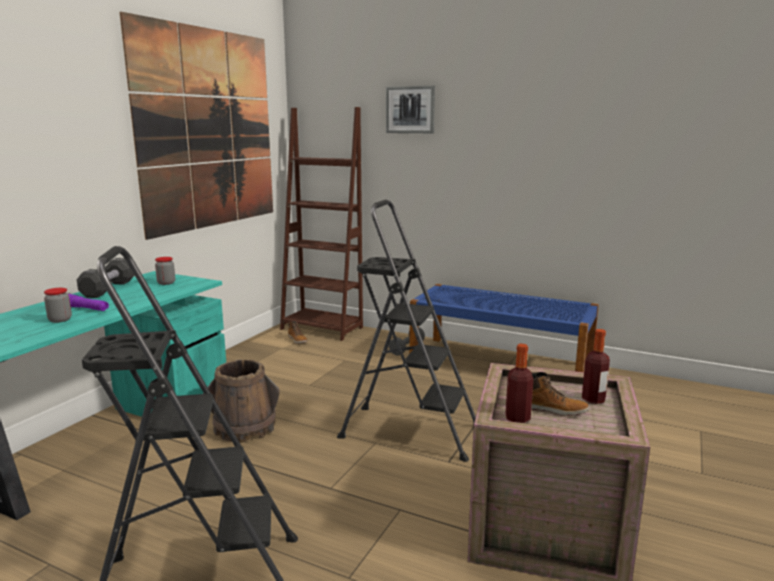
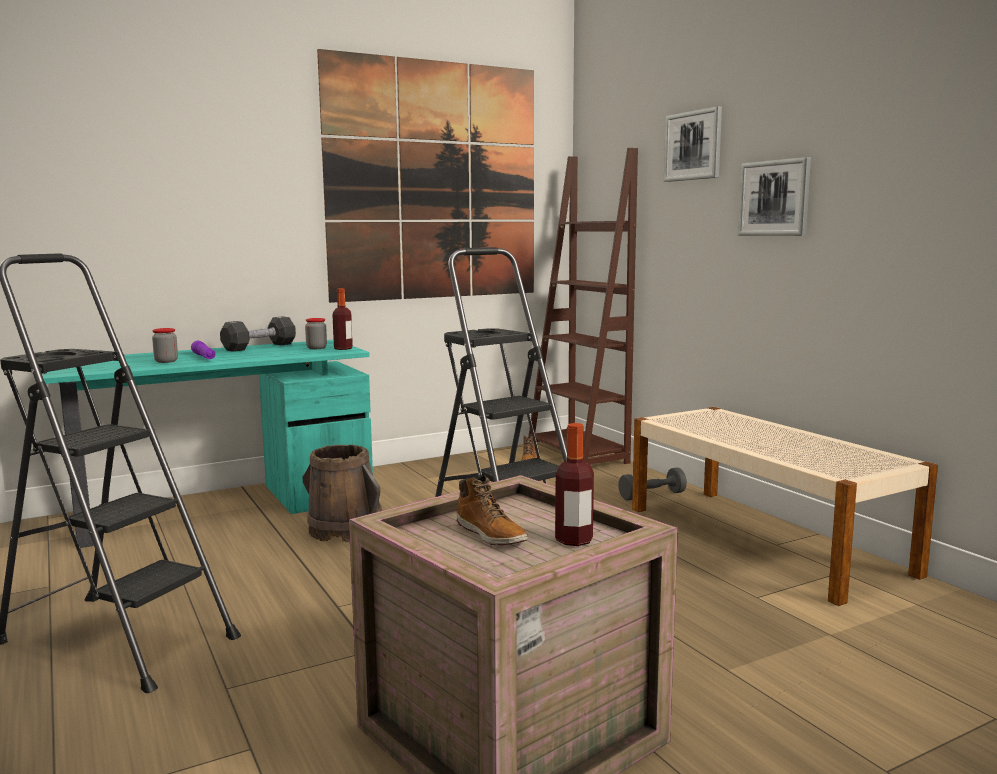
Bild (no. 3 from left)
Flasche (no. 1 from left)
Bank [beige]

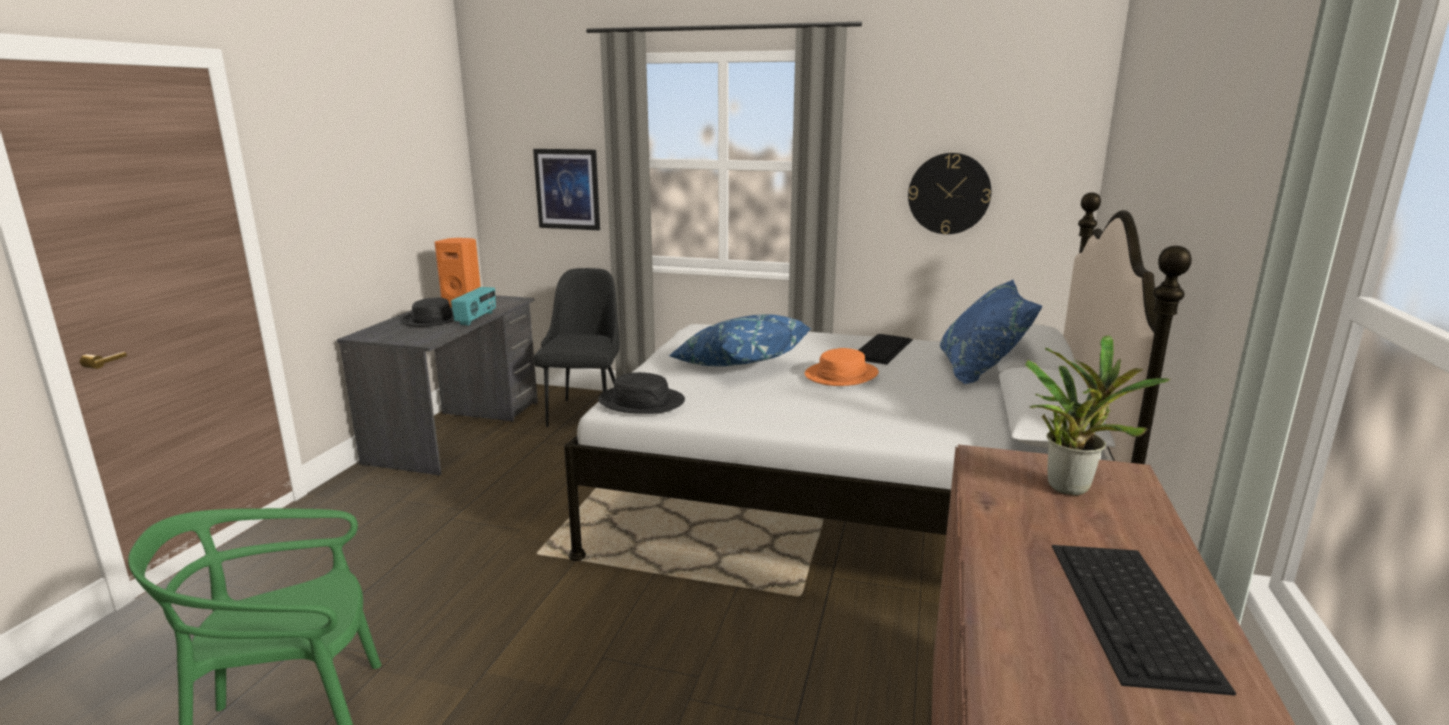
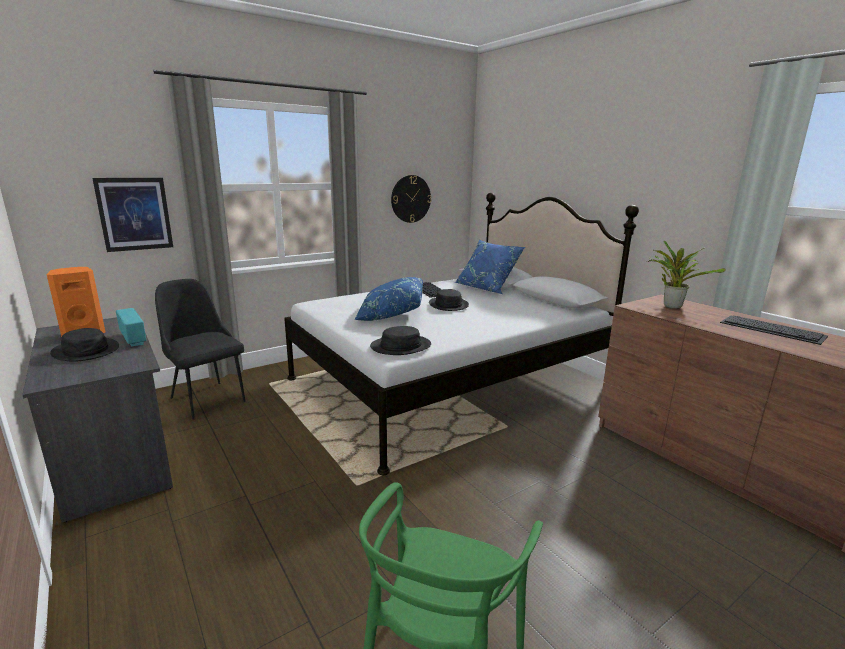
Hut [schwarz] (no. 3 from left)

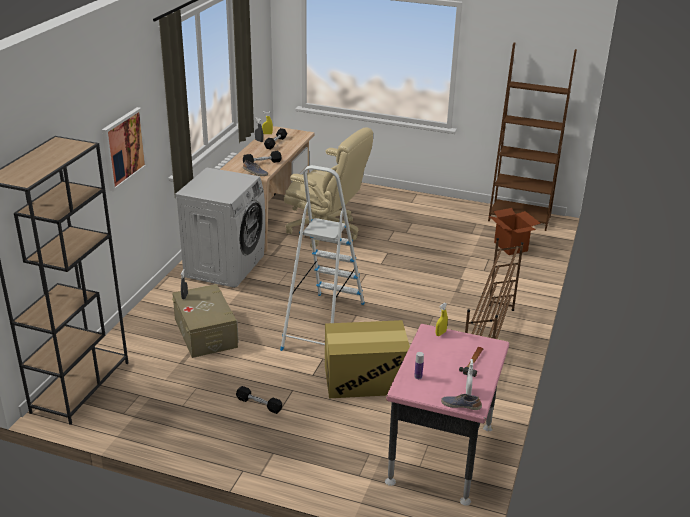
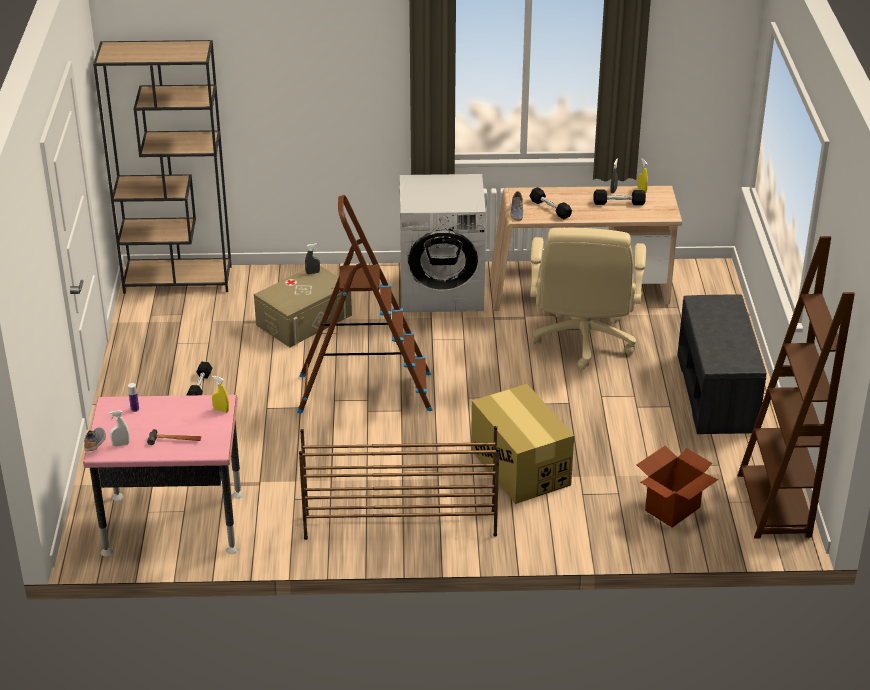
Bild
Bank [grau]
Karton (no. 1 from left)
Trittleiter [braun]

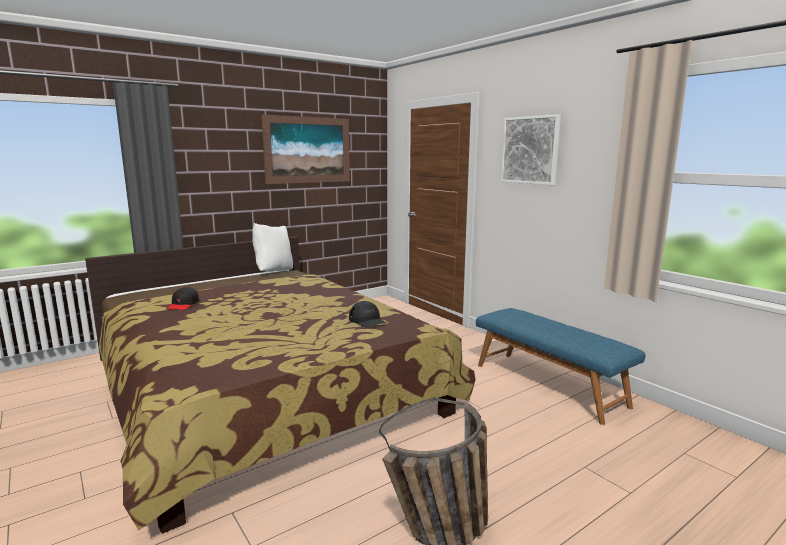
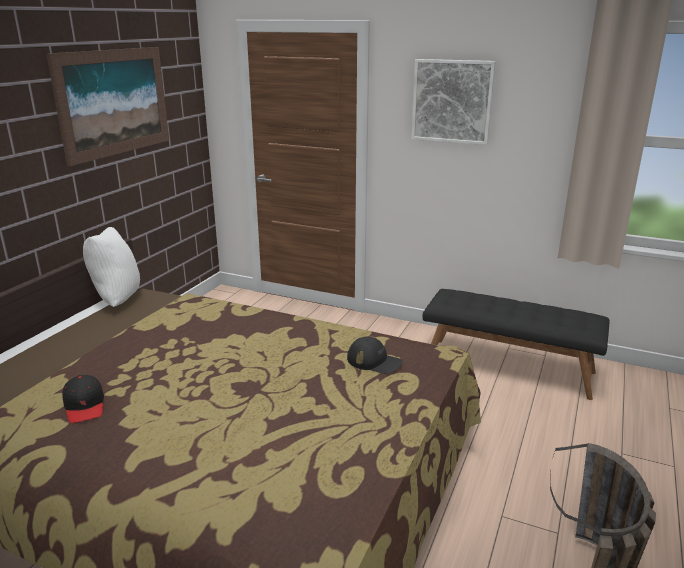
Bank [schwarz]

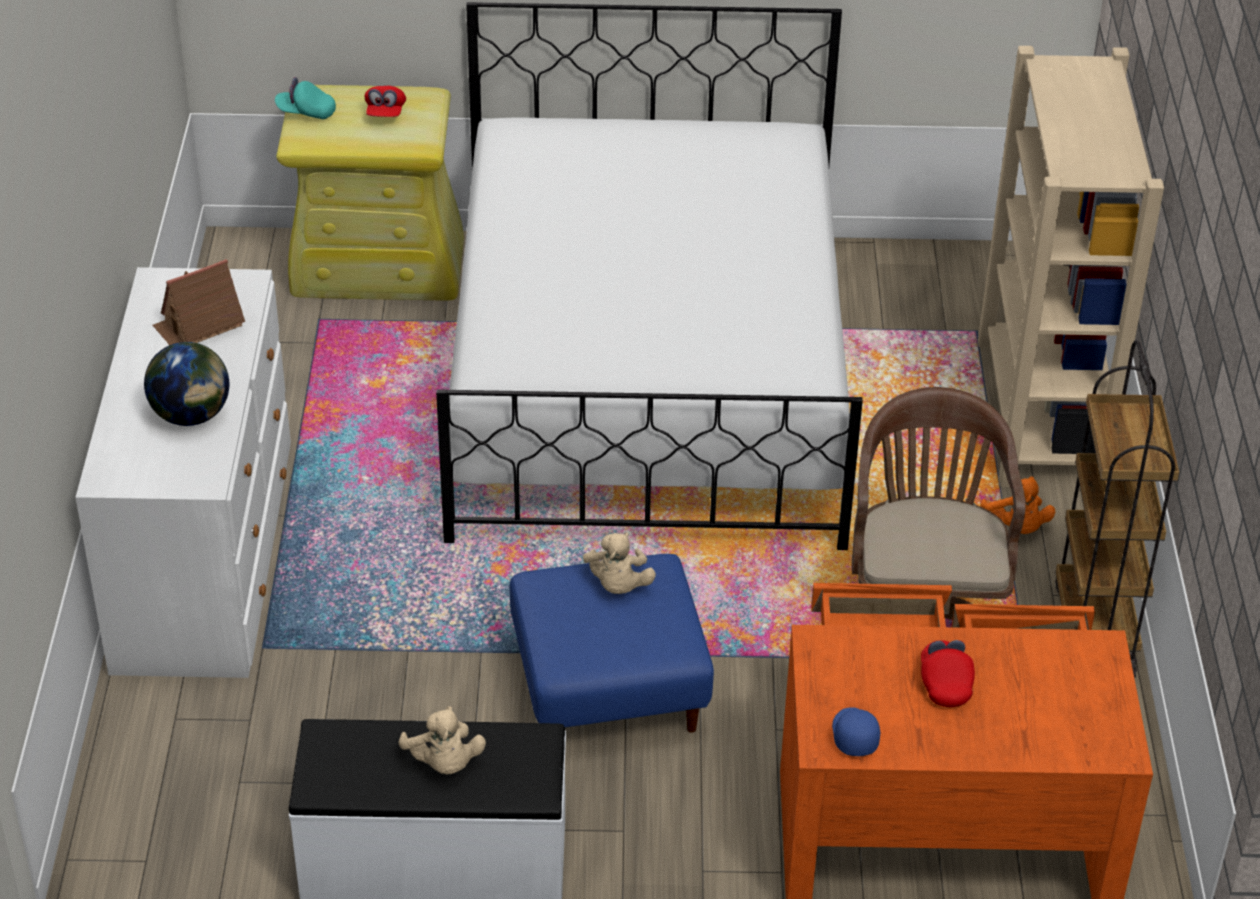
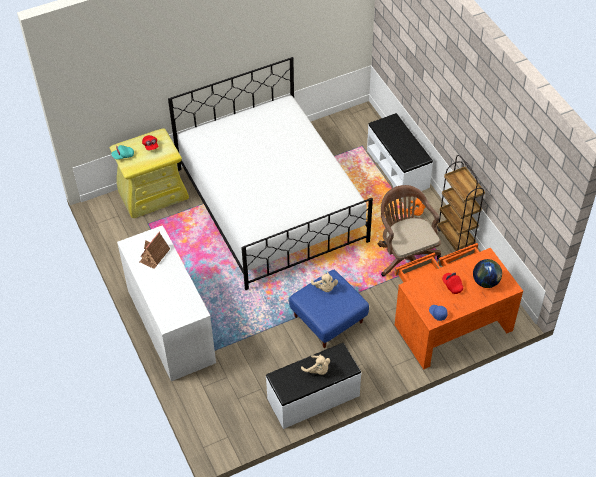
Globus
Bank [weiß] (no. 2 from left)

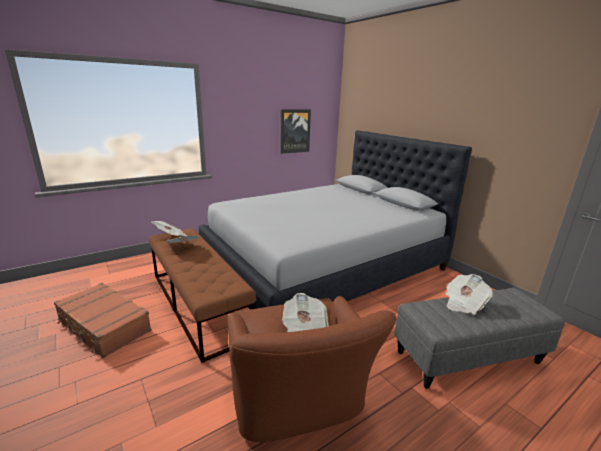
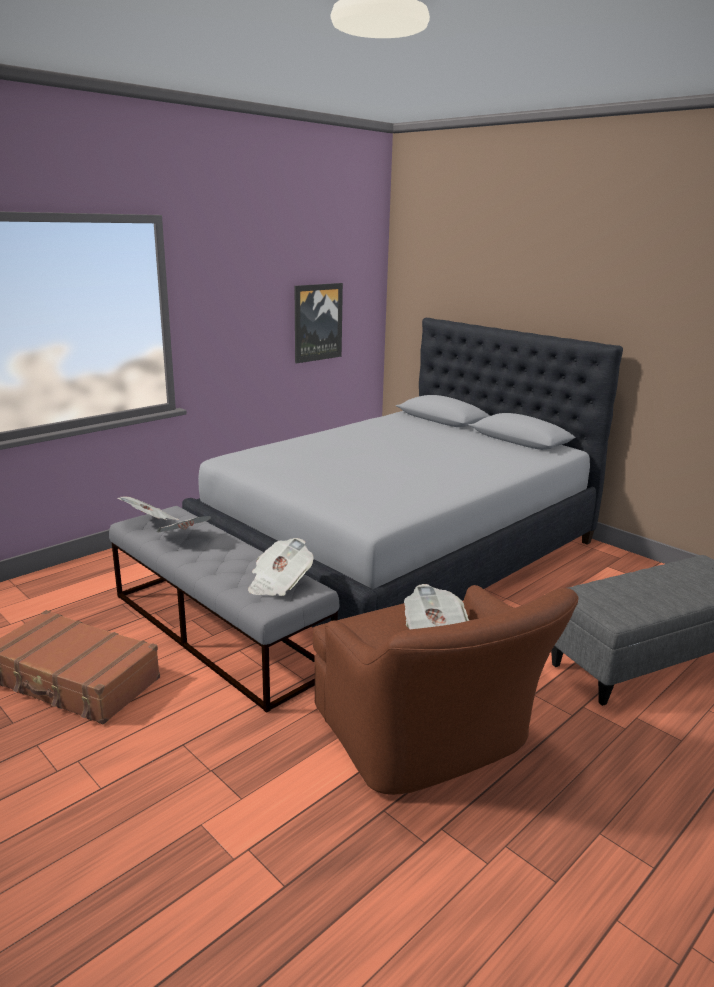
Zeitung (no. 3 from left)
Bank [grau]

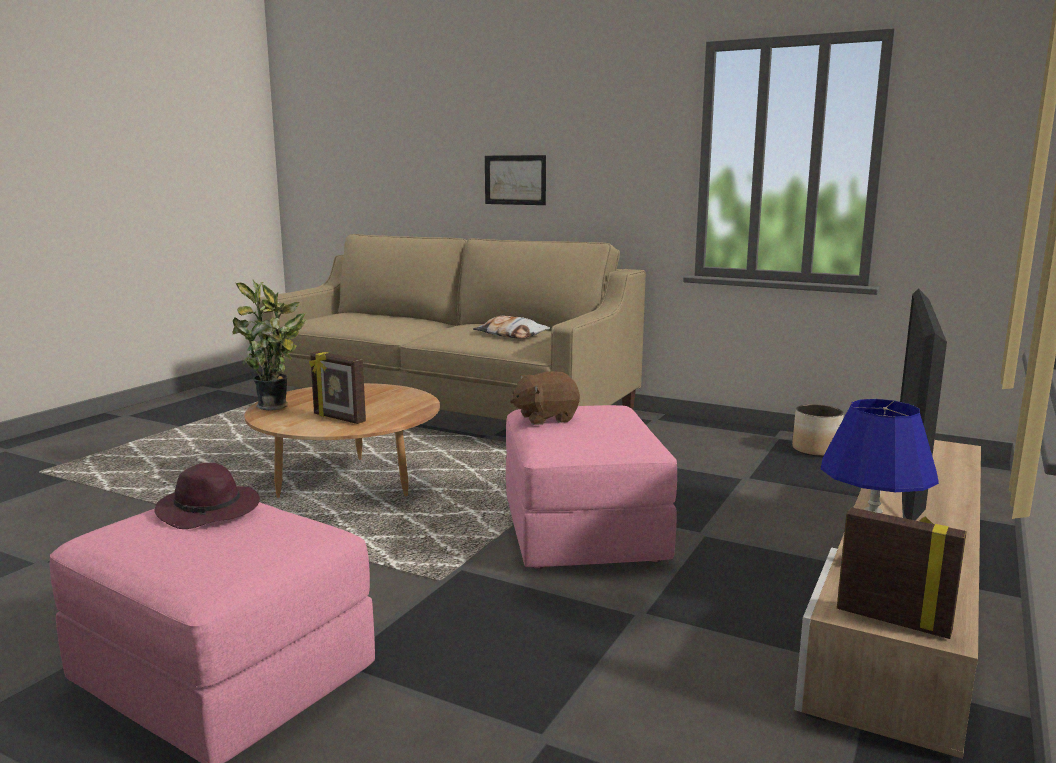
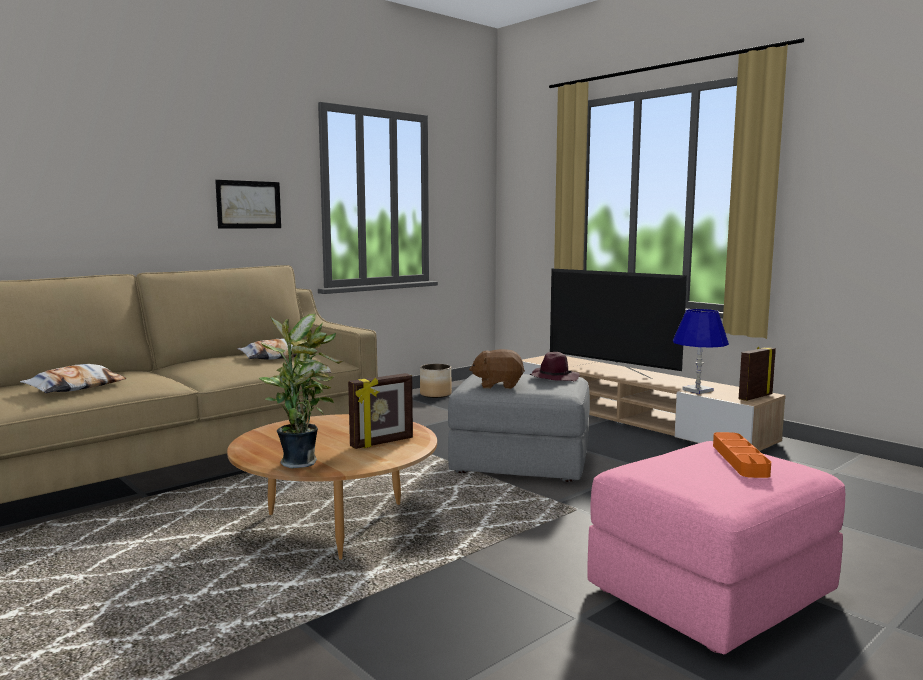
Kissen (no. 1 from left)
Tablett [orange]
Hut [lila]
Bild
Polsterhocker [grau]
Plüschtier [braun]

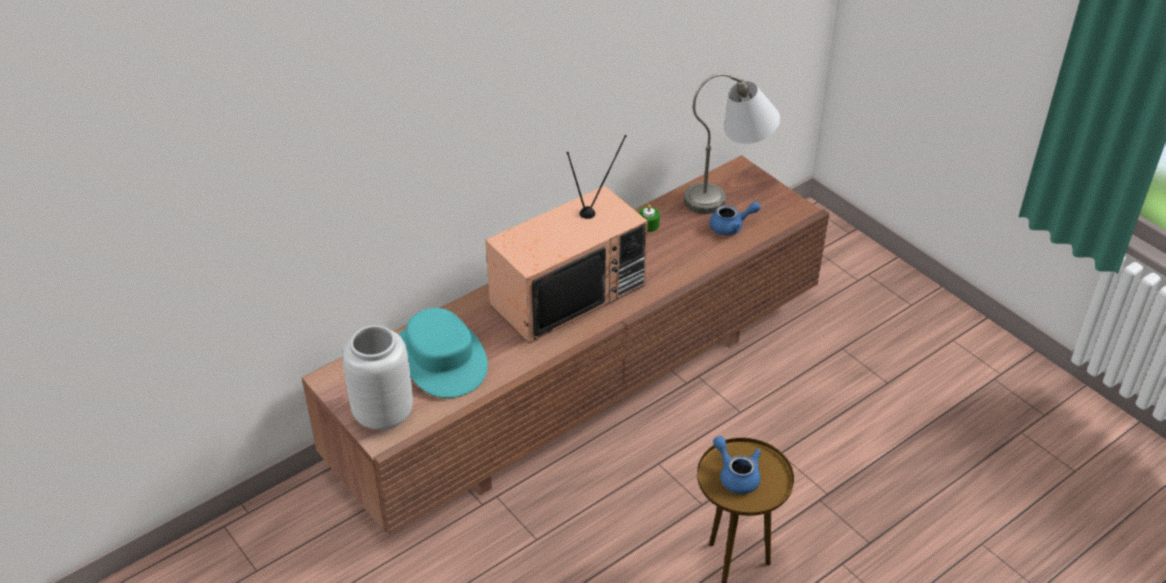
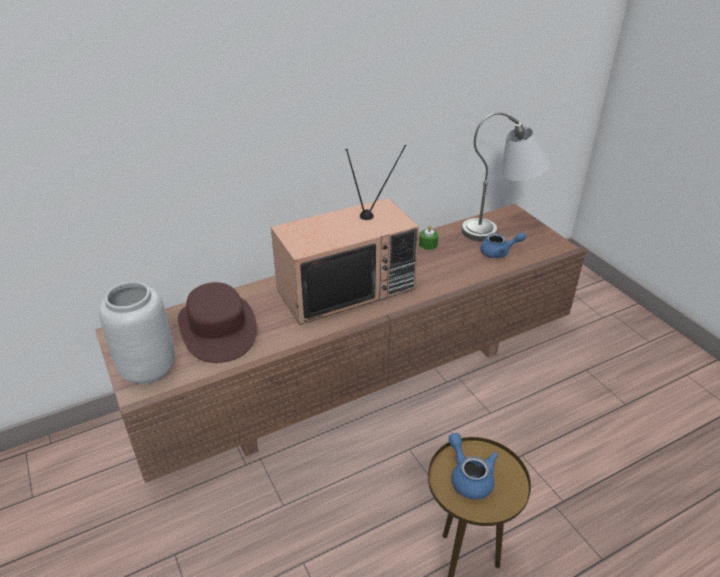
Hut [braun]

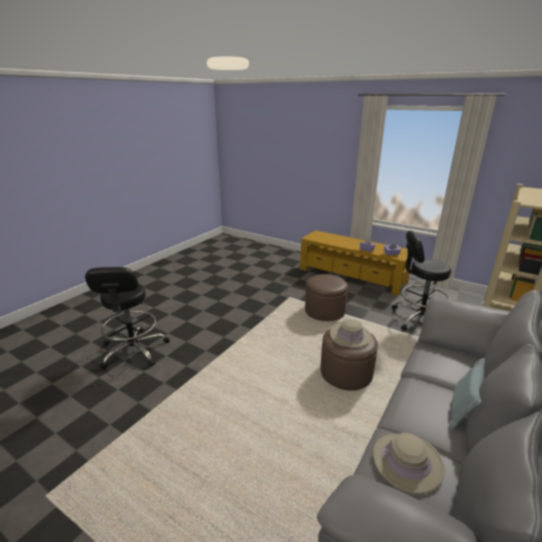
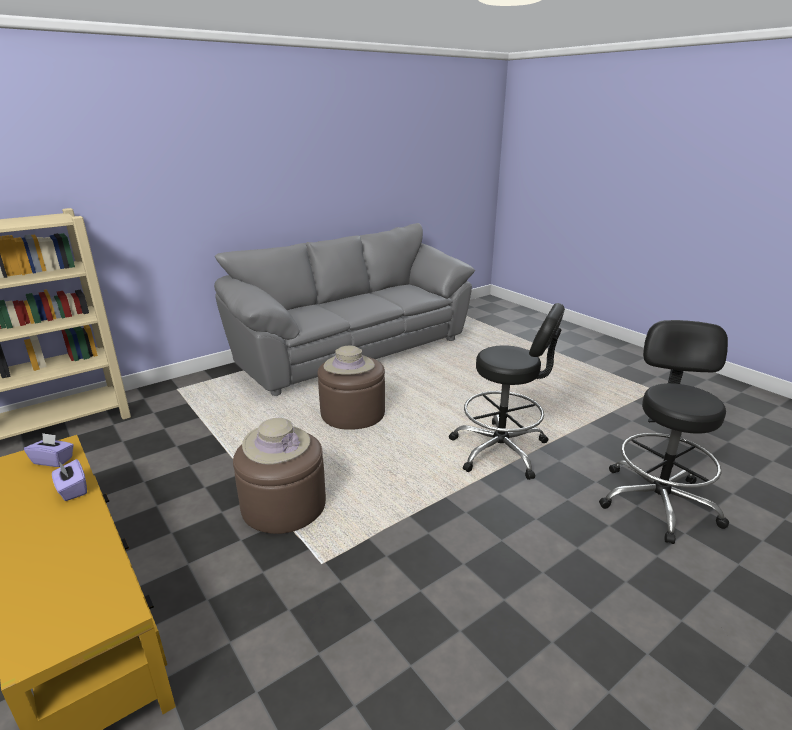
Kissen [blau]
Hut [beige] (no. 1 from left)
Hocker [schwarz] (no. 1 from left)

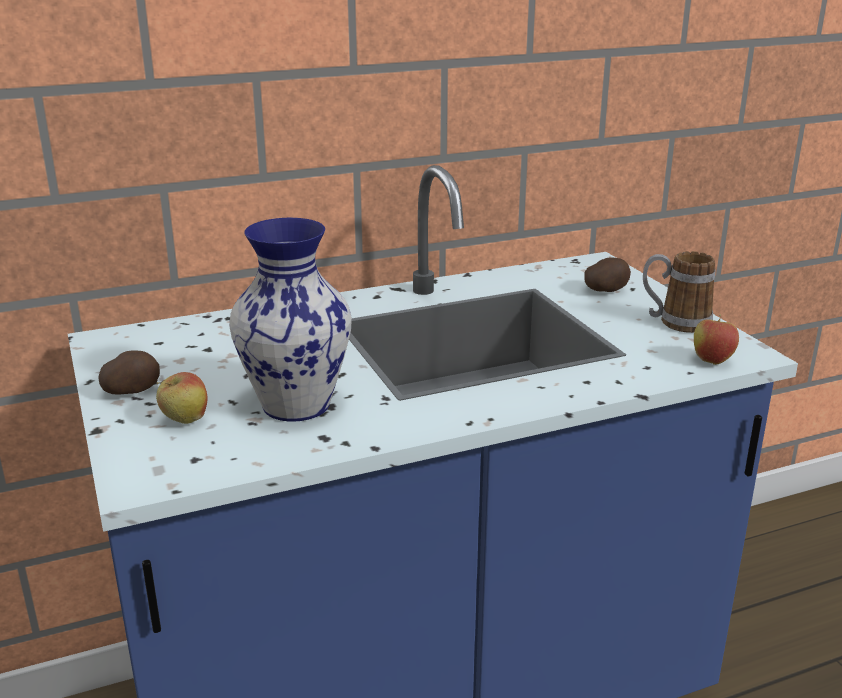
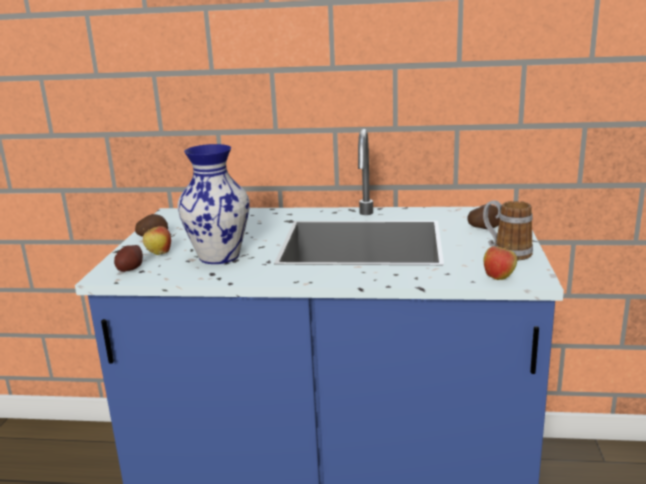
Kartoffel (no. 1 from left)

